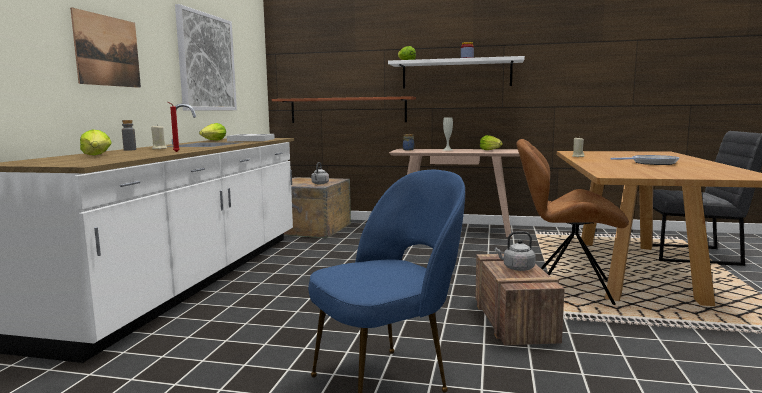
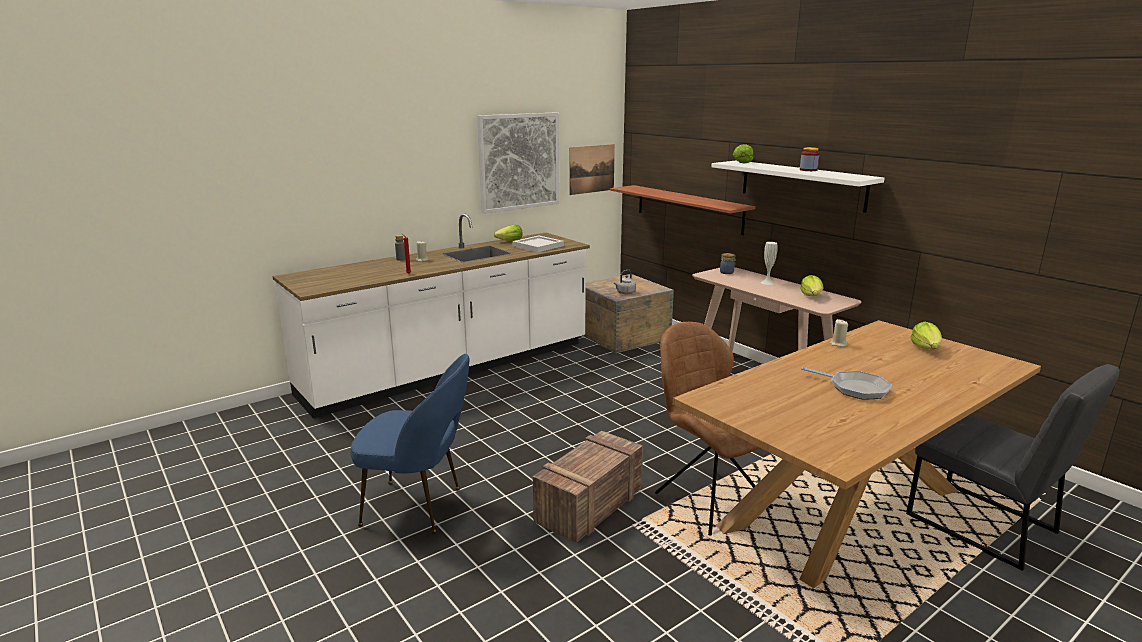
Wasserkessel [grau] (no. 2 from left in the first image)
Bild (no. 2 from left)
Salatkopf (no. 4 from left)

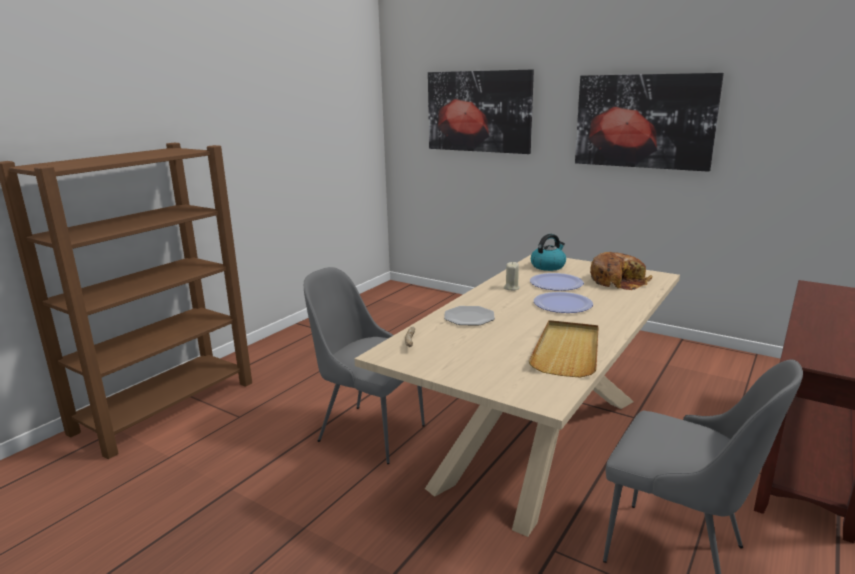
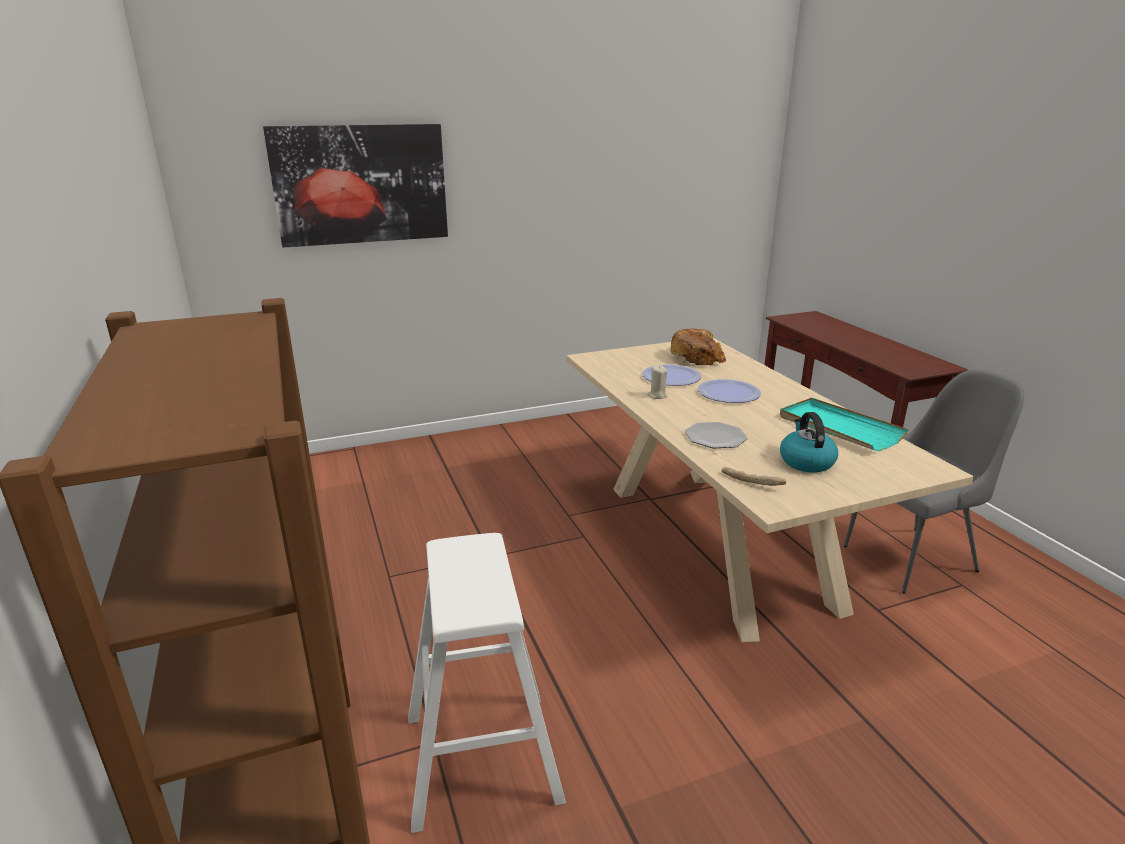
Stuhl [grau] (no. 1 from left in the first image)
Bild (no. 2 from left in the first image)
Hocker [weiß]
Wasserkessel
Tablett [türkis]

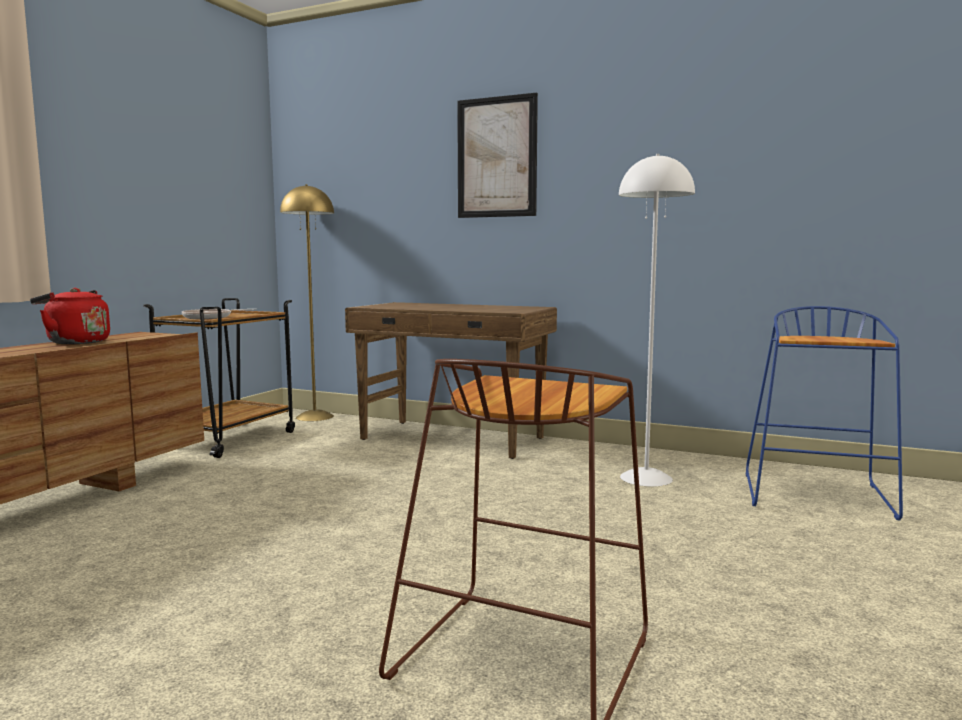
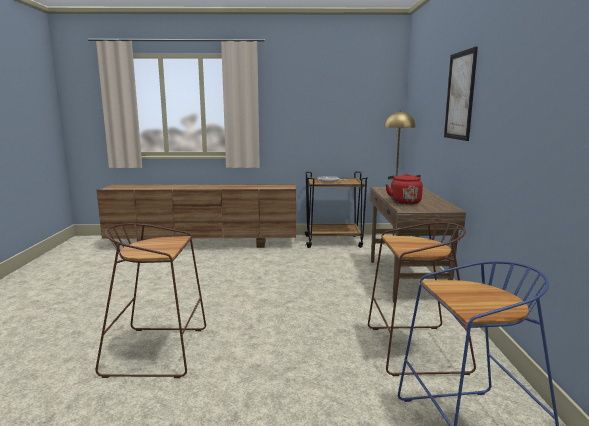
Wasserkessel [rot]
Hocker [braun] (no. 2 from left)

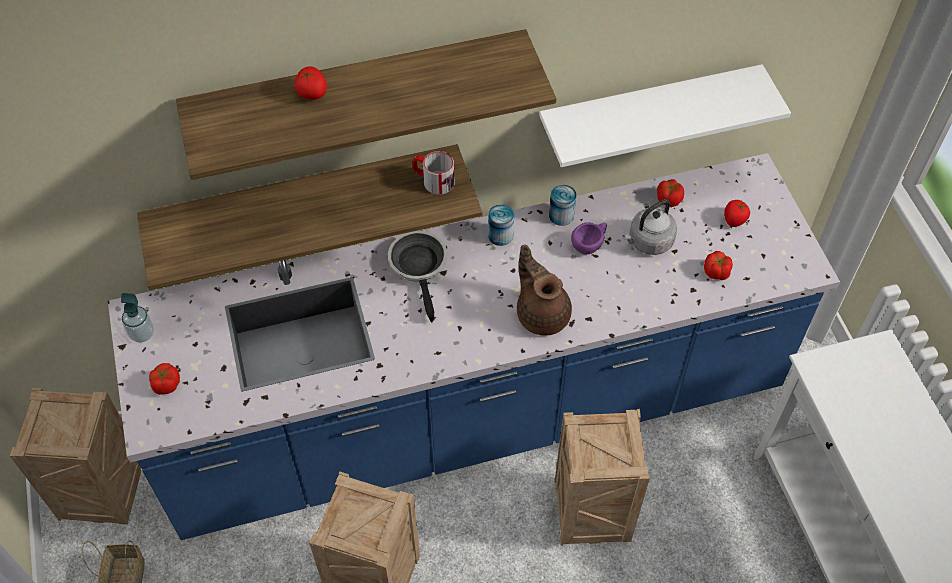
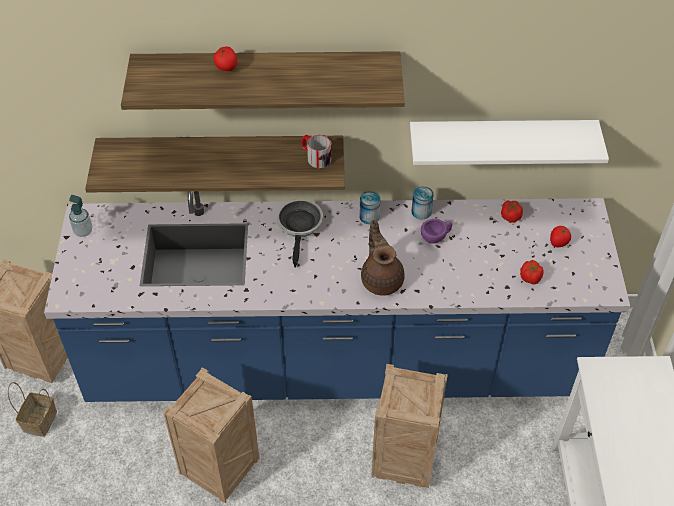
Tomate (no. 1 from left in the first image)
Wasserkessel [grau]

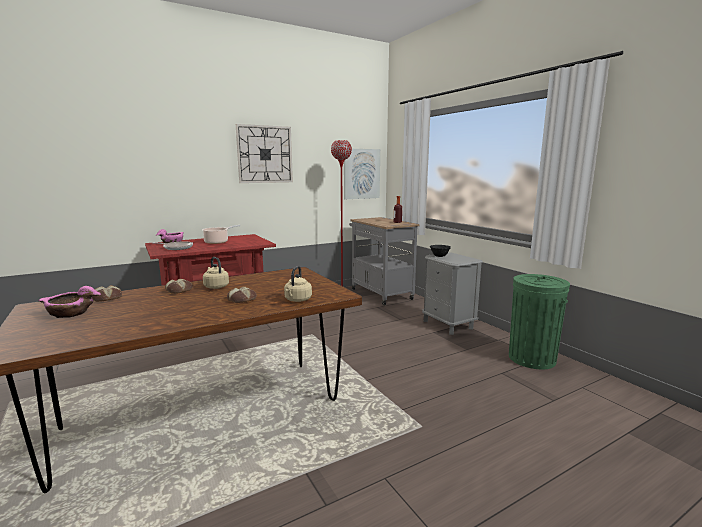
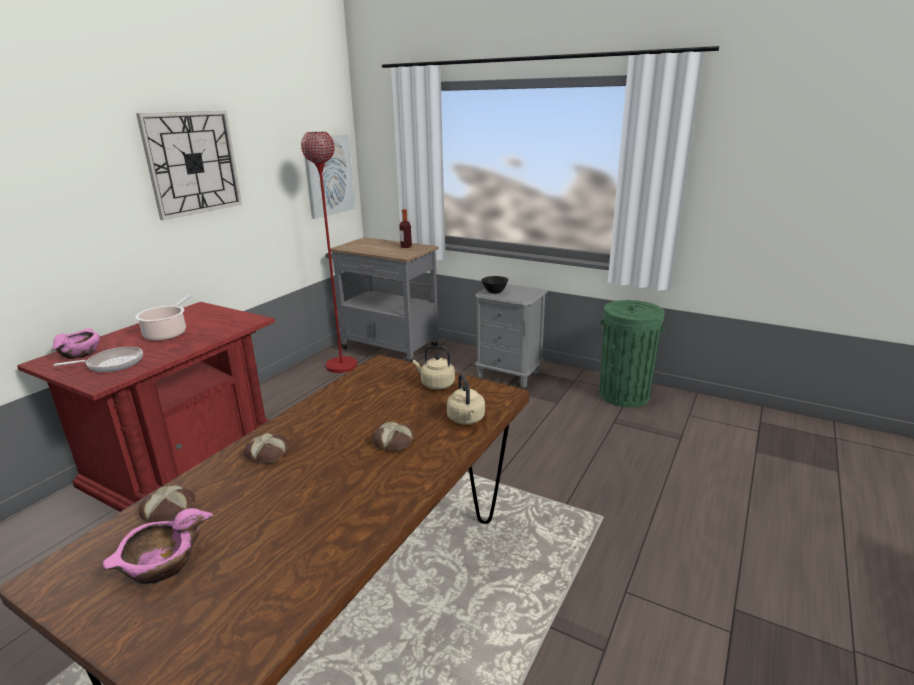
Wasserkessel [beige] (no. 1 from left)

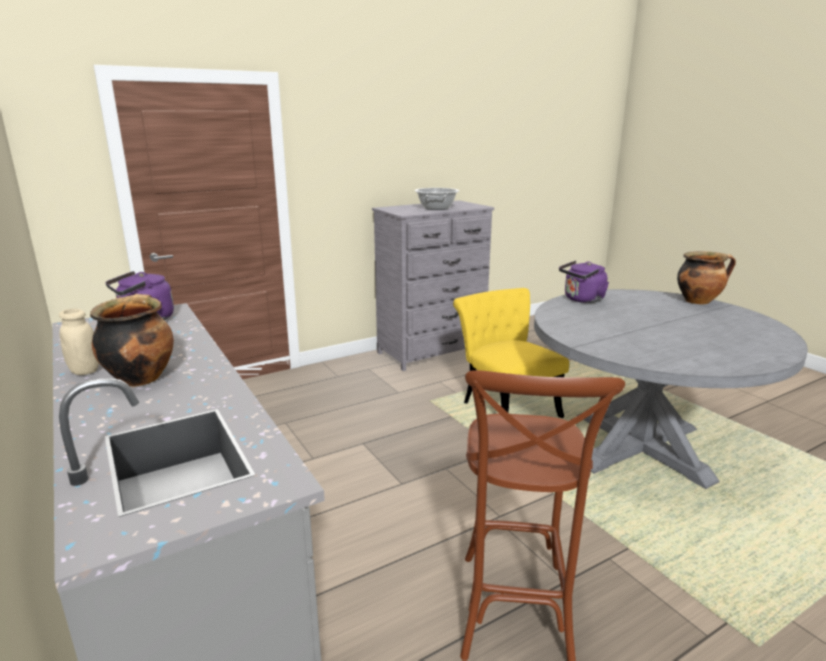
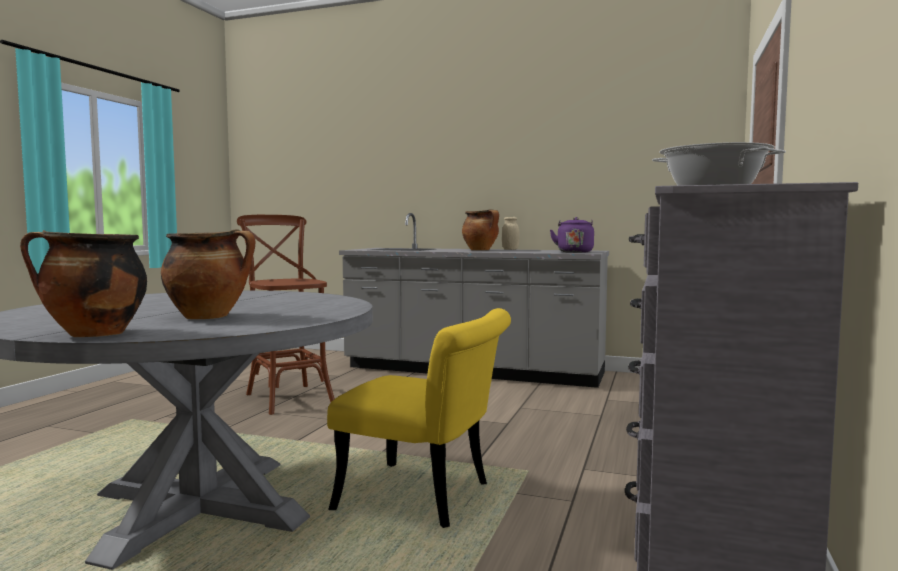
Wasserkessel [lila] (no. 2 from left in the first image)
Kochtopf (no. 2 from left)

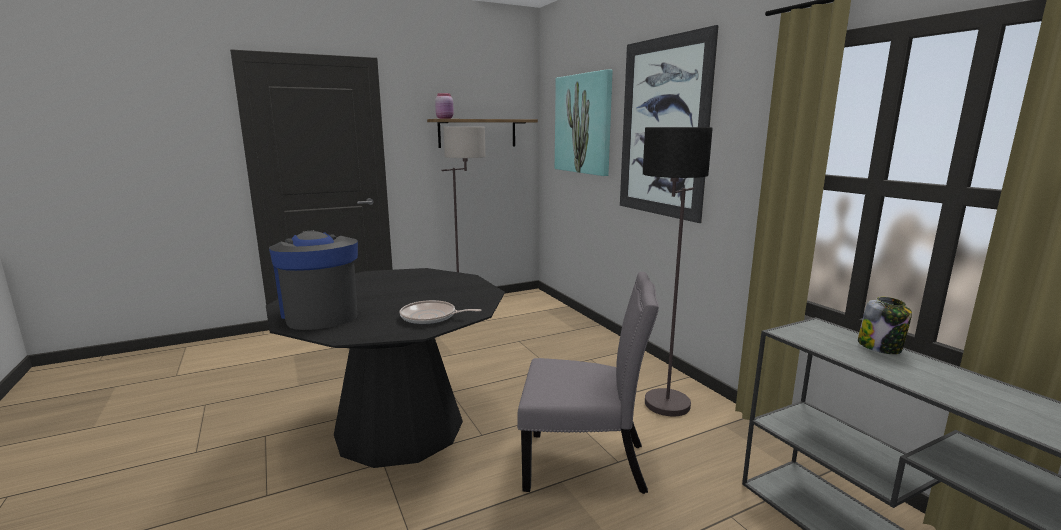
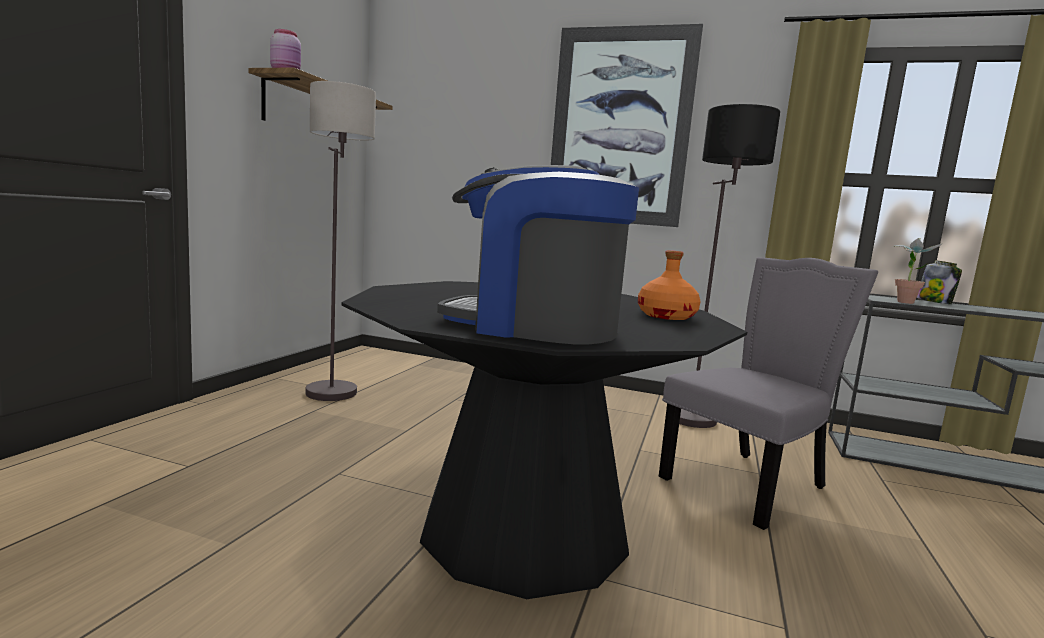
Bild (no. 1 from left in the first image)
Topfpflanze
Flasche [orange]

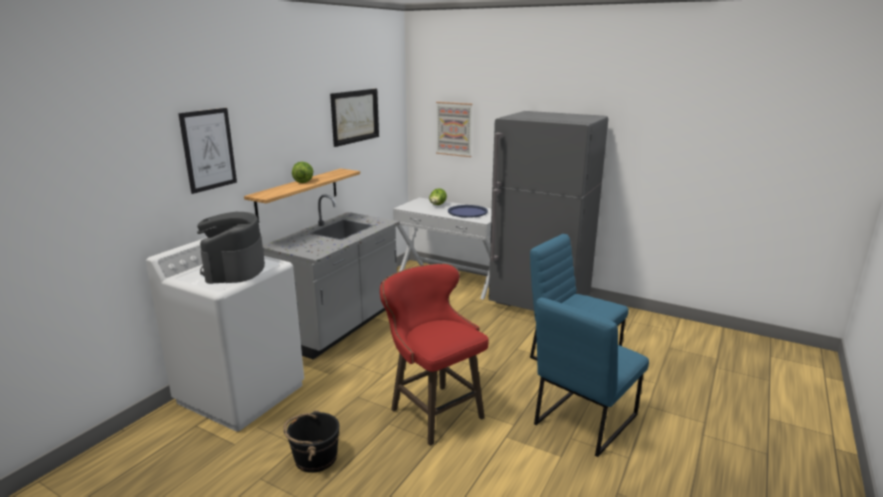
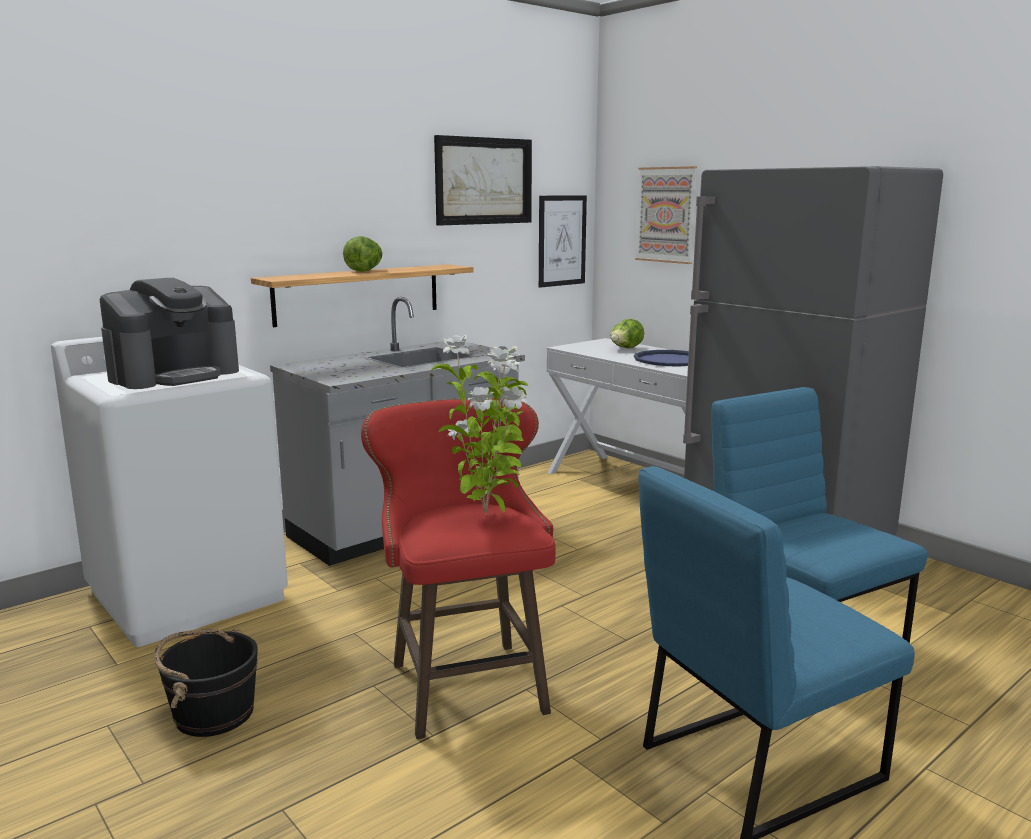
Topfpflanze
Bild (no. 2 from left)
Kaffeemaschine

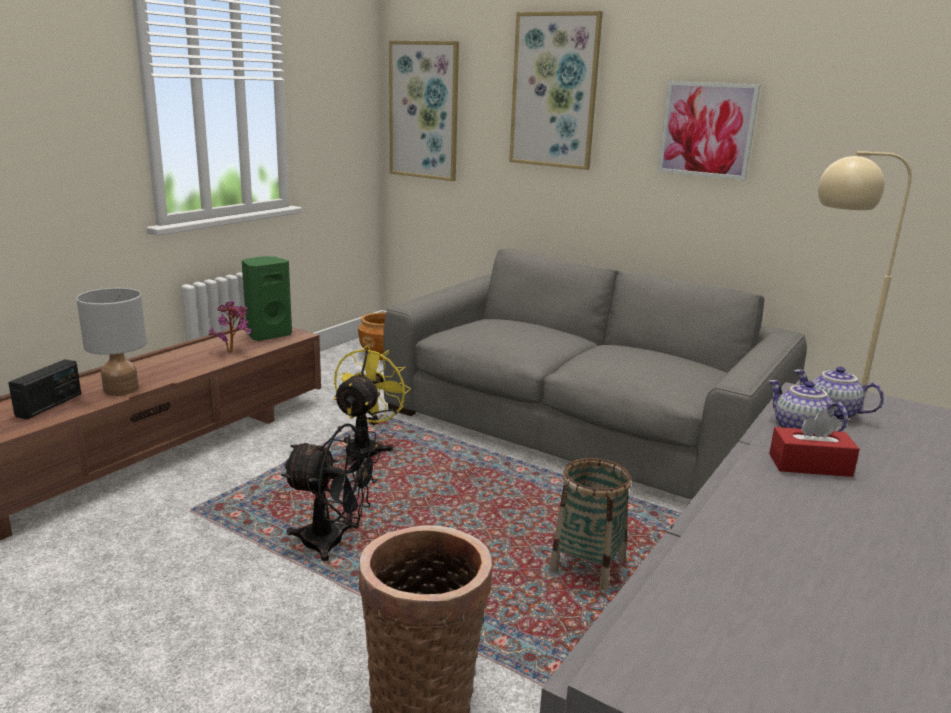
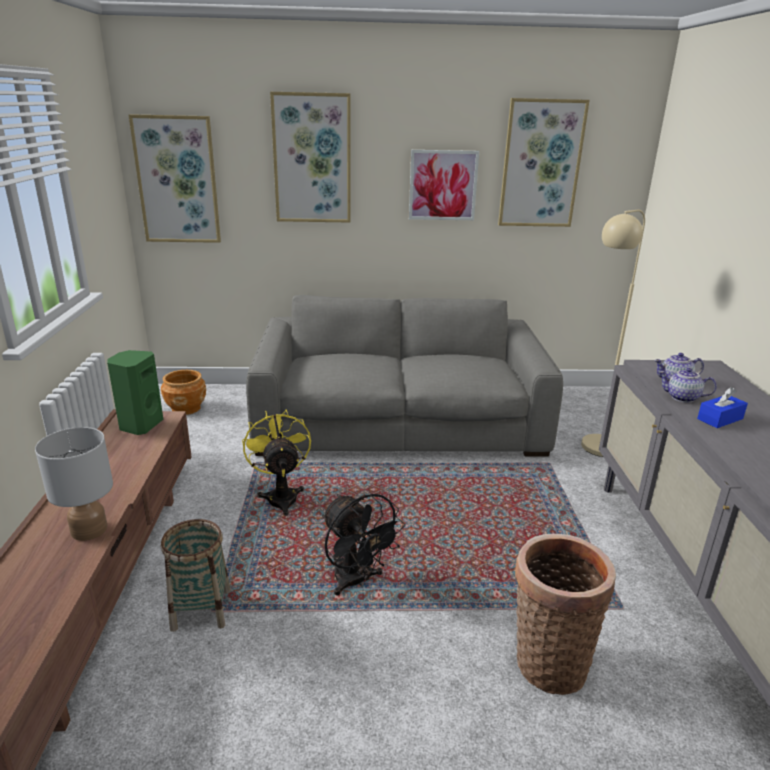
Radio
Topfpflanze
Bild (no. 4 from left)
Korb (no. 1 from left)
Taschentuchbox [blau]
Ventilator [schwarz]

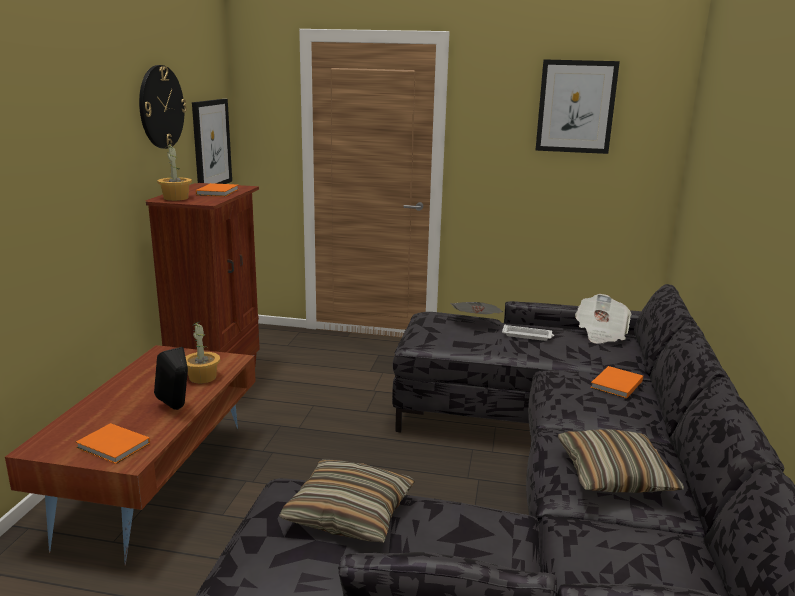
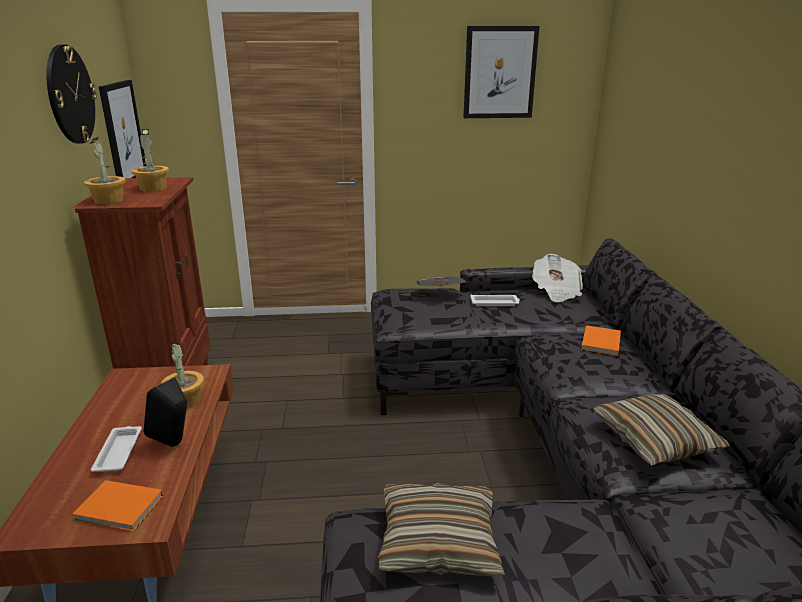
Tablett [weiß] (no. 1 from left)
Topfpflanze (no. 2 from left)

